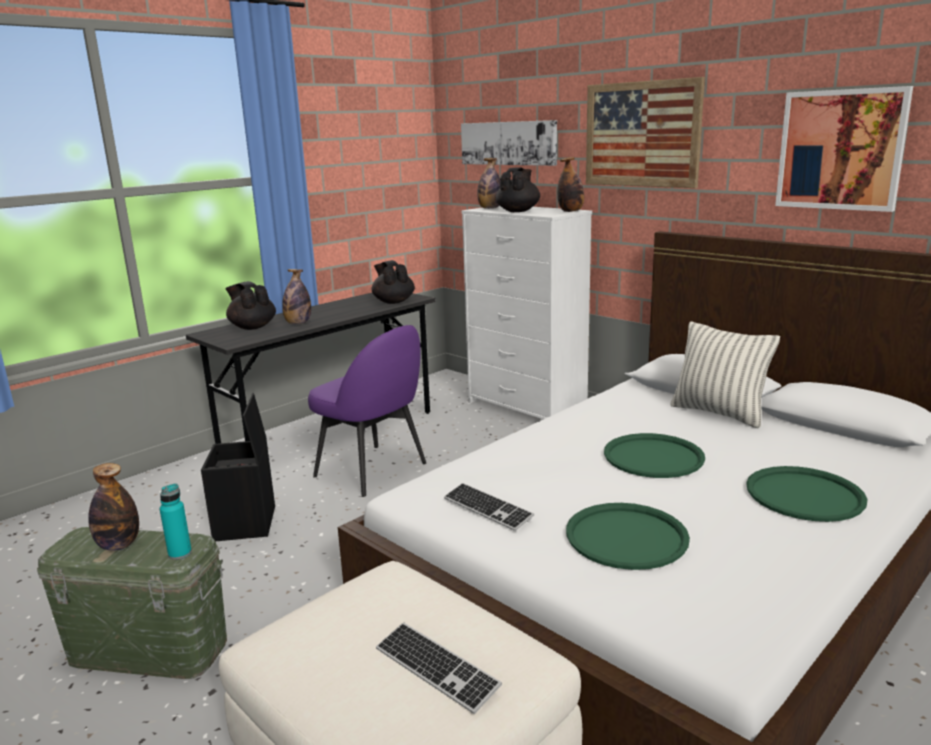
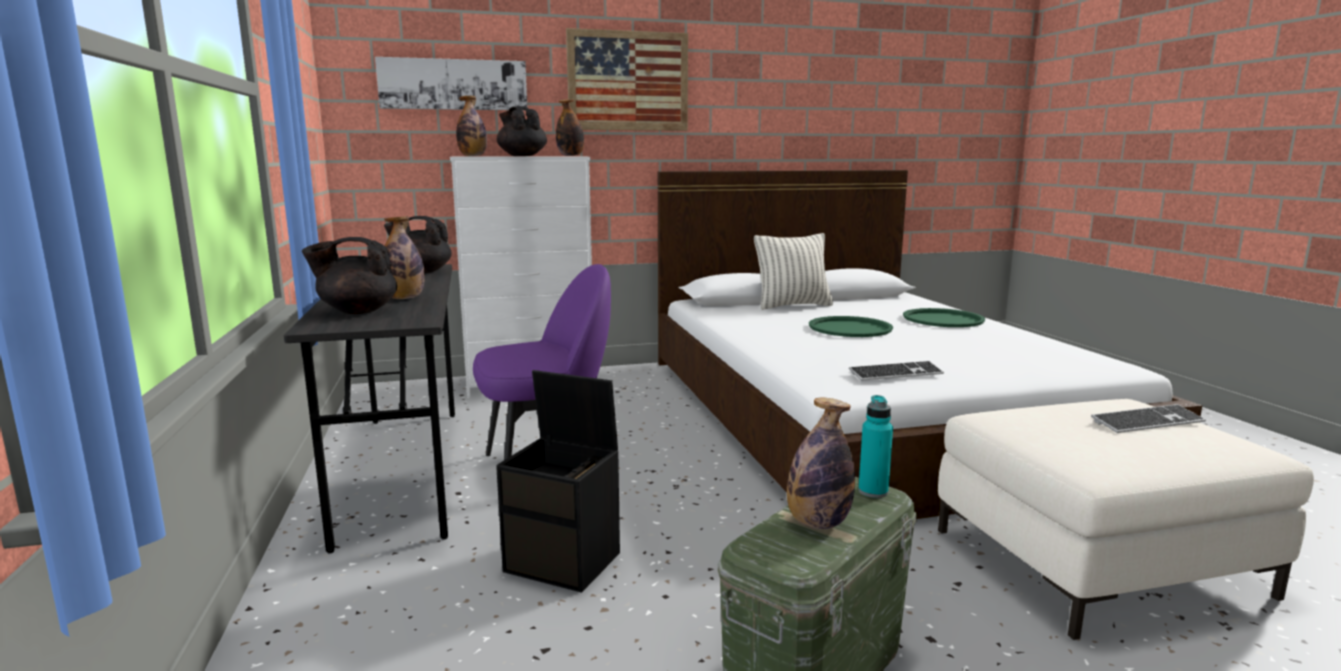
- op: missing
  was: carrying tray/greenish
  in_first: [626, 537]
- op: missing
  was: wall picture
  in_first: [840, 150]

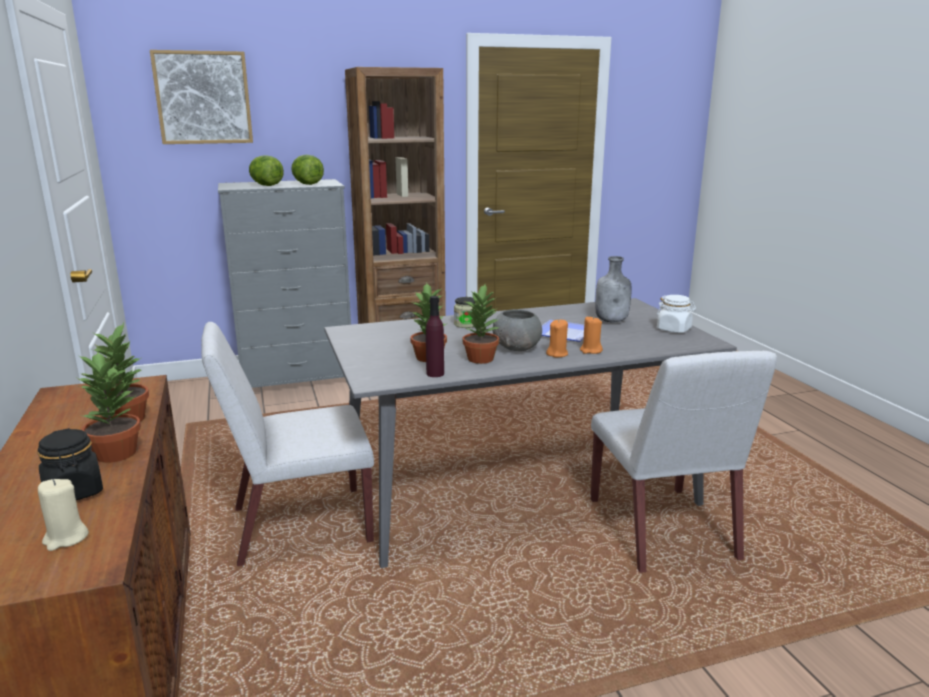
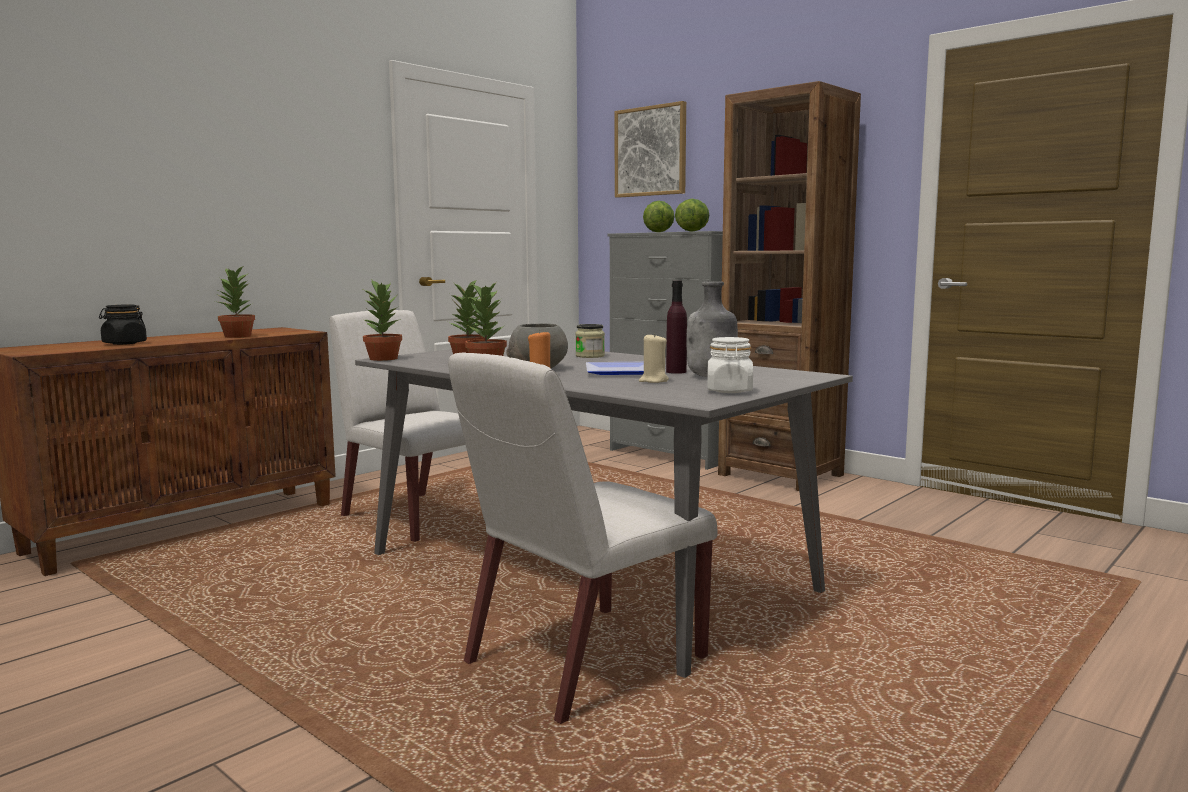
- op: relocated
  was: potted plant
  in_first: [115, 453]
  in_second: [383, 358]
- op: relocated
  was: candle/beige-coloured
  in_first: [65, 538]
  in_second: [653, 381]
- op: relocated
  was: drink bottle/purple-coloured
  in_first: [435, 374]
  in_second: [676, 372]
- op: missing
  was: candle/orange
  in_first: [590, 350]

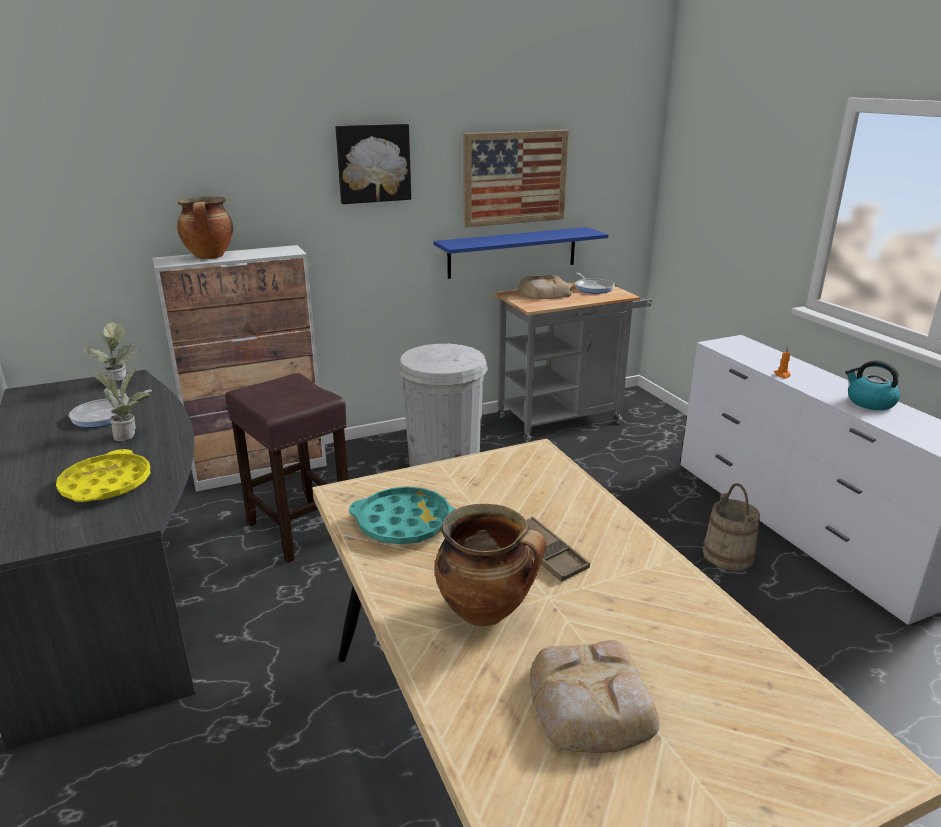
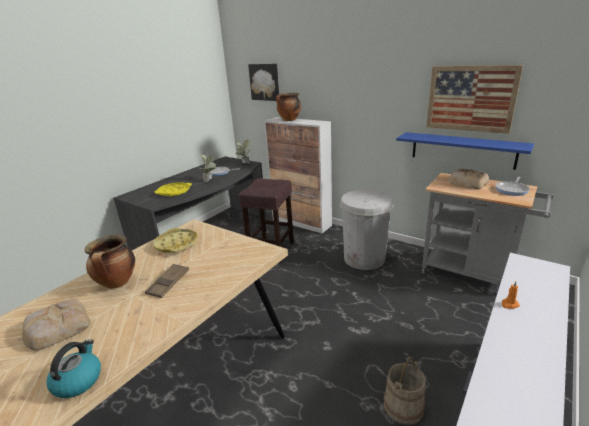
- op: relocated
  was: tea kettle
  in_first: [869, 402]
  in_second: [78, 380]
- op: colour
  was: carrying tray/blue-green
  now: carrying tray/yellow-coloured
  in_first: [404, 523]
  in_second: [177, 244]
- op: relocated
  was: wall picture
  in_first: [373, 163]
  in_second: [265, 82]

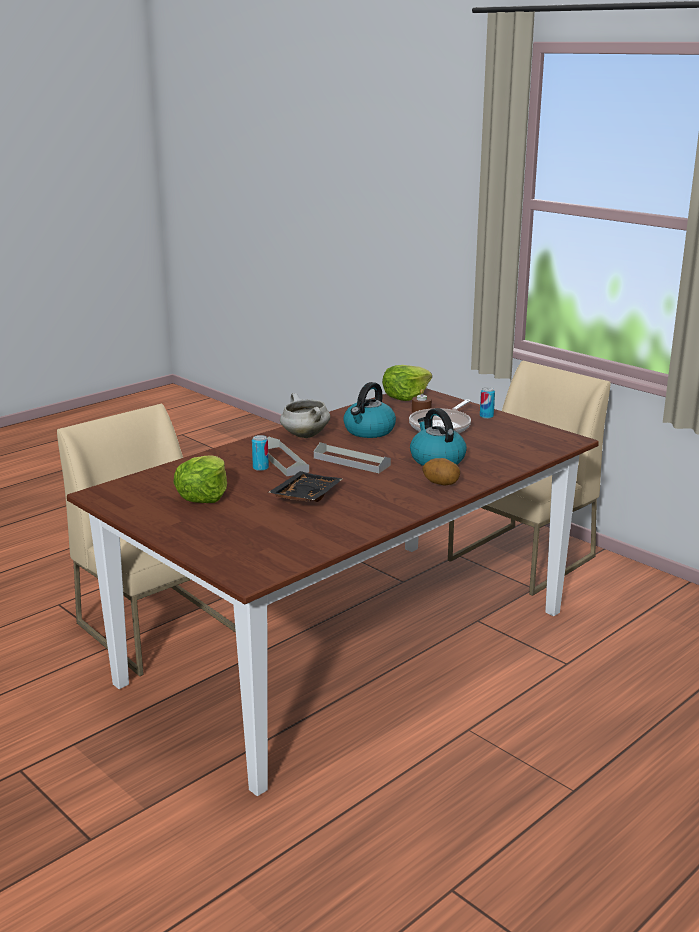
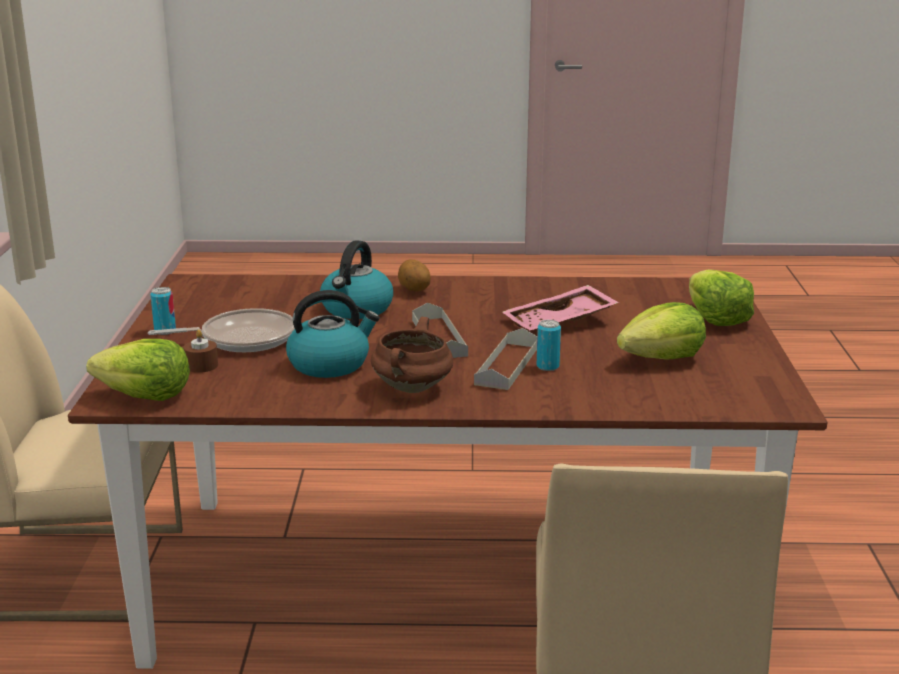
- op: colour
  was: cooking pot/whitish
  now: cooking pot/brown-coloured
  in_first: [304, 435]
  in_second: [412, 389]
- op: colour
  was: carrying tray/black-coloured
  now: carrying tray/pinkish
  in_first: [305, 496]
  in_second: [560, 322]
- op: appeared
  now: lettuce head
  in_second: [716, 319]

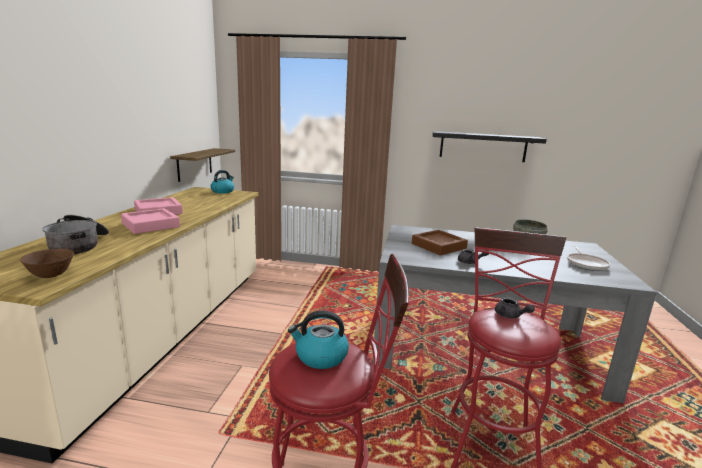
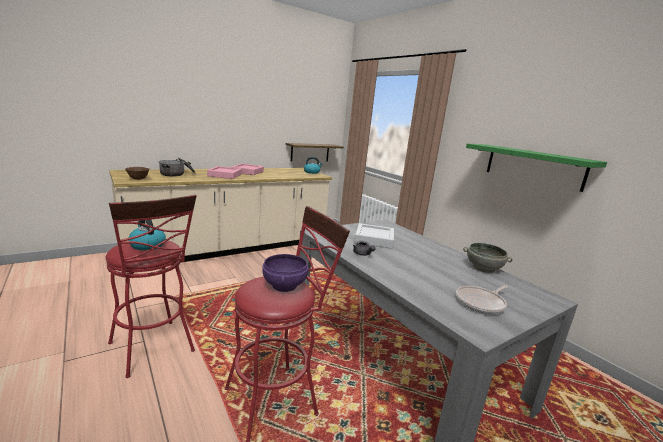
- op: exchanged
  was: pot for tea/gray
  now: serving bowl/purple-coloured
  in_first: [510, 316]
  in_second: [285, 285]
- op: colour
  was: carrying tray/brown-coloured
  now: carrying tray/gray
  in_first: [438, 246]
  in_second: [374, 239]
- op: colour
  was: shelf/black-coloured
  now: shelf/greenish
  in_first: [483, 146]
  in_second: [533, 166]

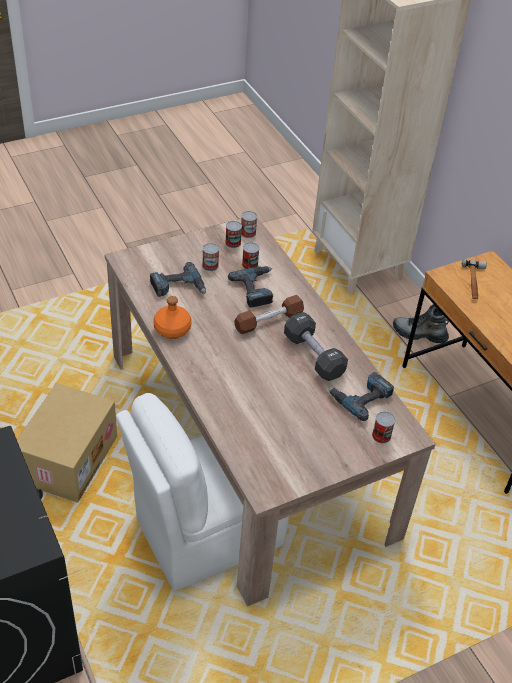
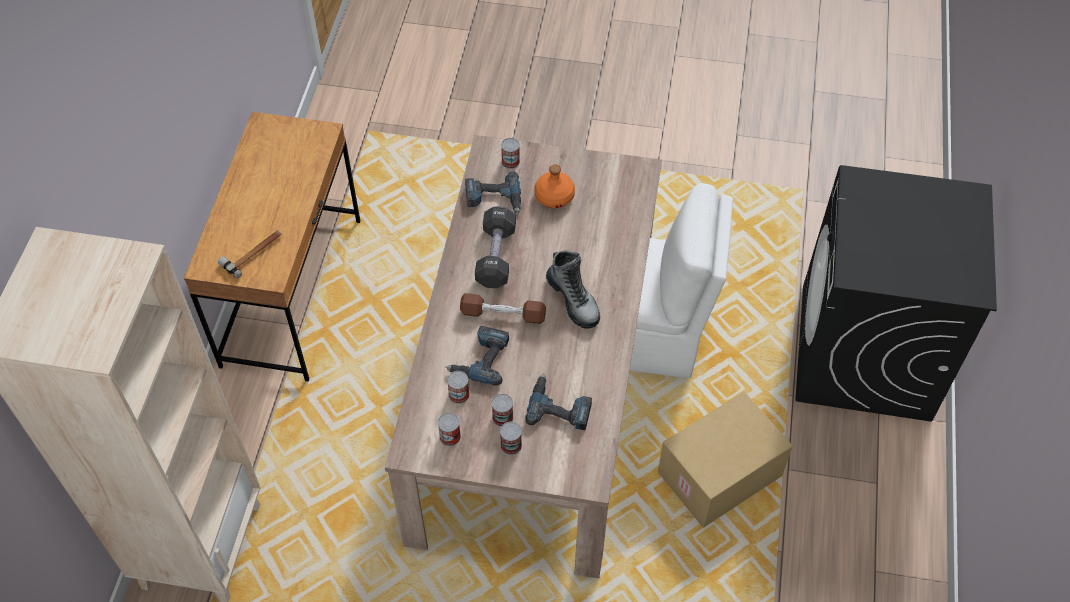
- op: relocated
  was: sealed can
  in_first: [248, 233]
  in_second: [511, 445]
- op: relocated
  was: drink bottle/orange
  in_first: [172, 329]
  in_second: [555, 196]
- op: relocated
  was: tall boot
  in_first: [419, 334]
  in_second: [573, 300]

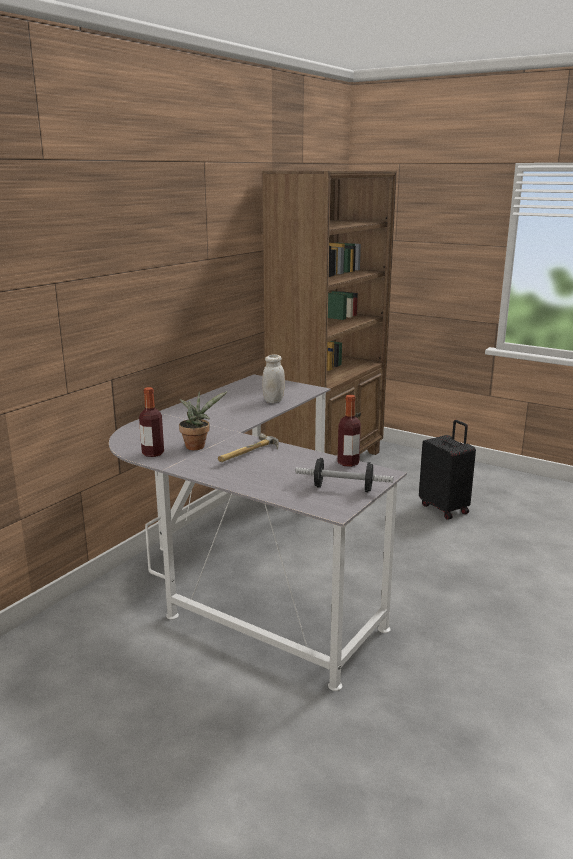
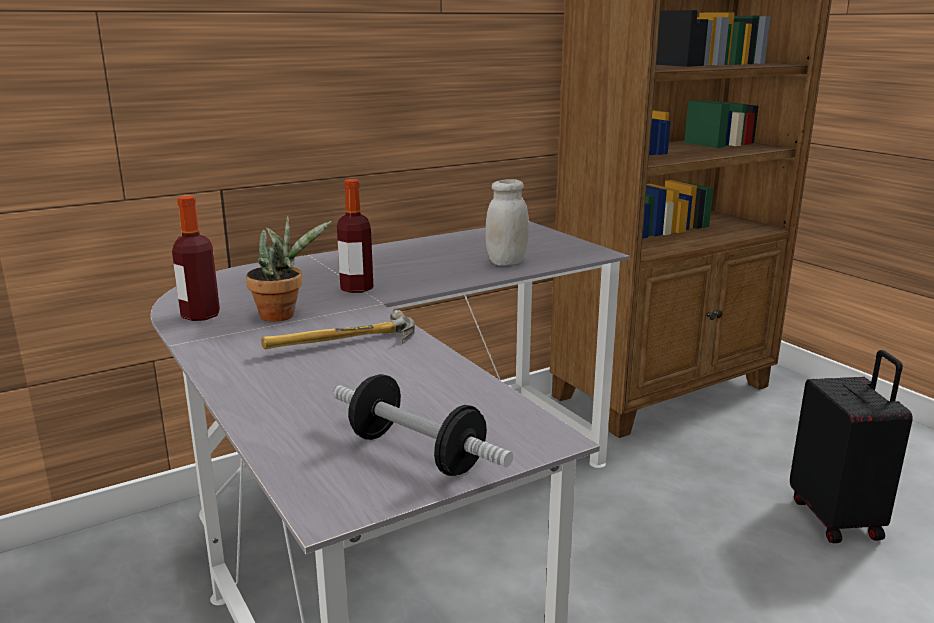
- op: relocated
  was: drink bottle
  in_first: [348, 463]
  in_second: [356, 288]

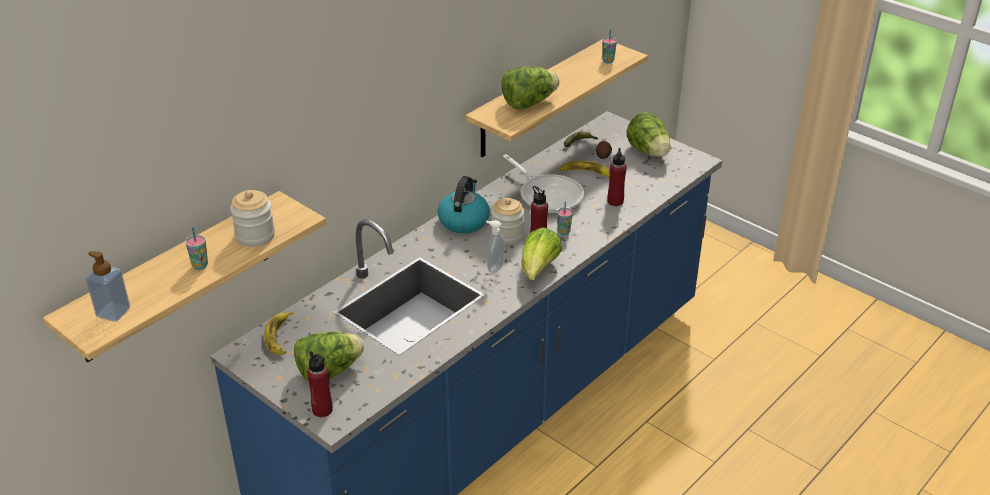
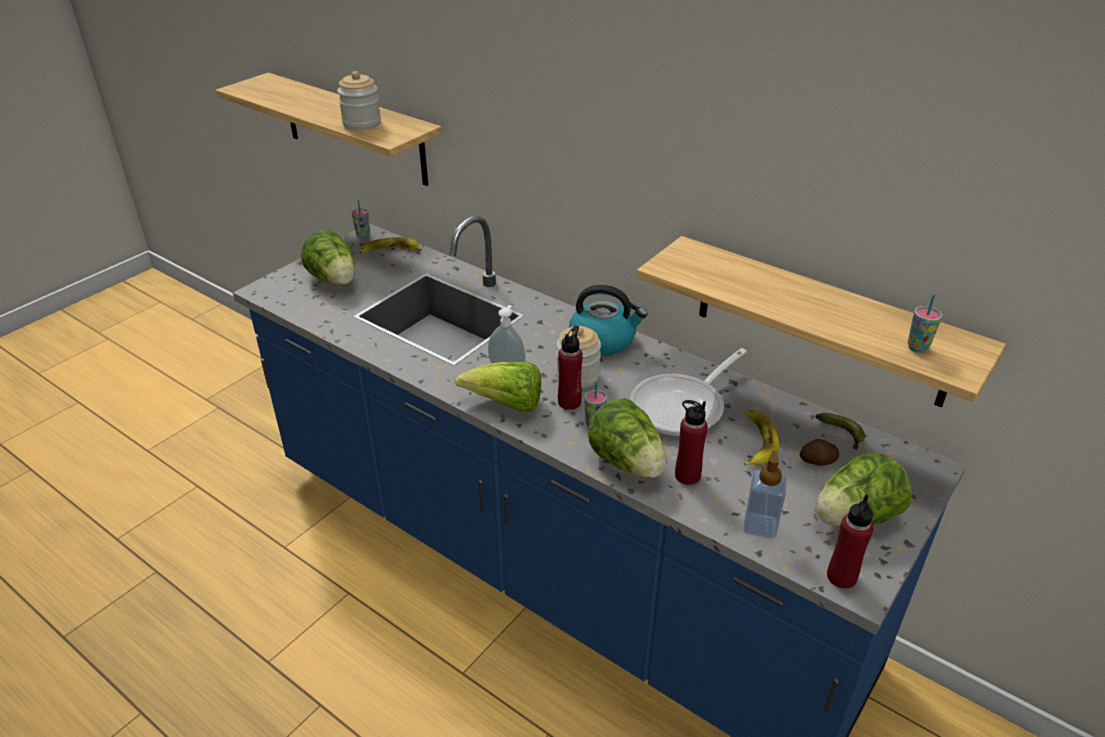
- op: relocated
  was: cup
  in_first: [200, 266]
  in_second: [363, 235]
- op: relocated
  was: lettuce head
  in_first: [529, 103]
  in_second: [627, 462]
- op: relocated
  was: liquid soap bottle
  in_first: [113, 312]
  in_second: [760, 526]
- op: relocated
  was: drink bottle/red-coloured
  in_first: [322, 410]
  in_second: [841, 577]

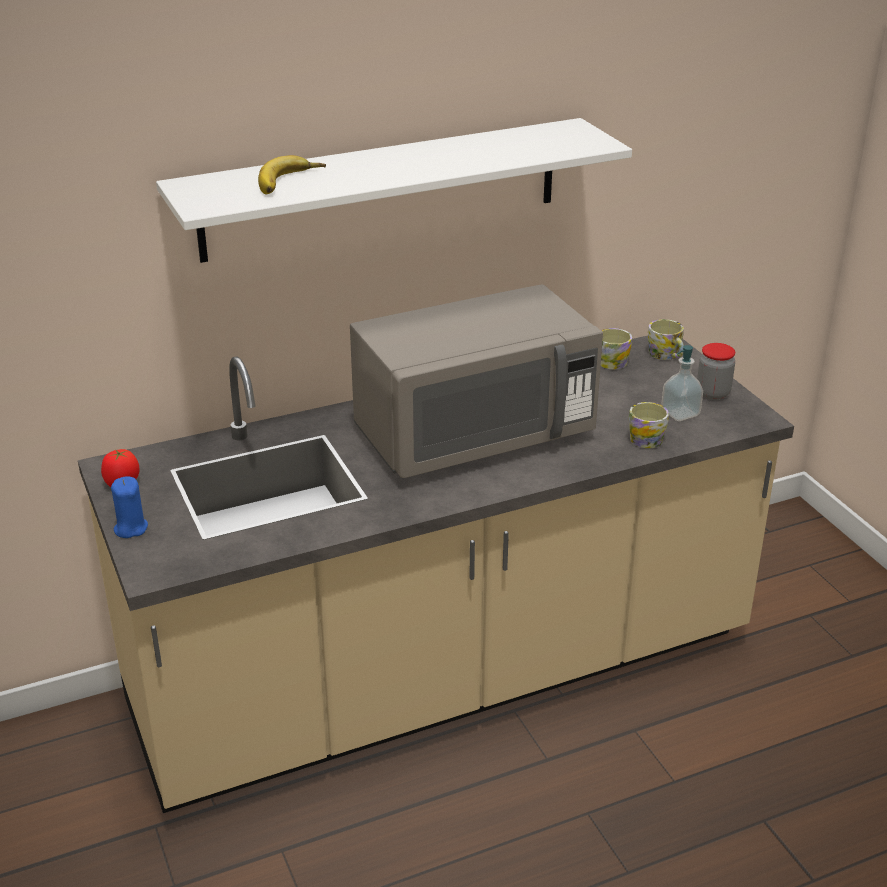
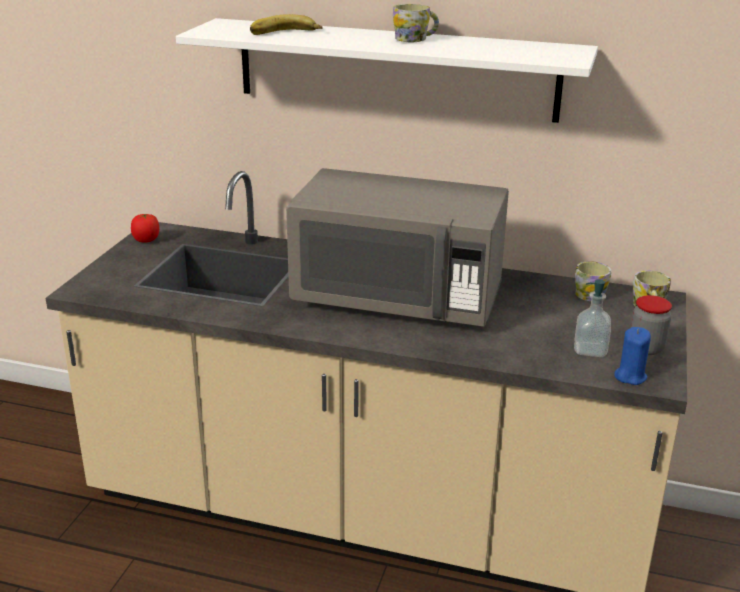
- op: relocated
  was: mug
  in_first: [649, 438]
  in_second: [415, 39]
- op: relocated
  was: candle/blue-coloured
  in_first: [130, 528]
  in_second: [630, 376]

